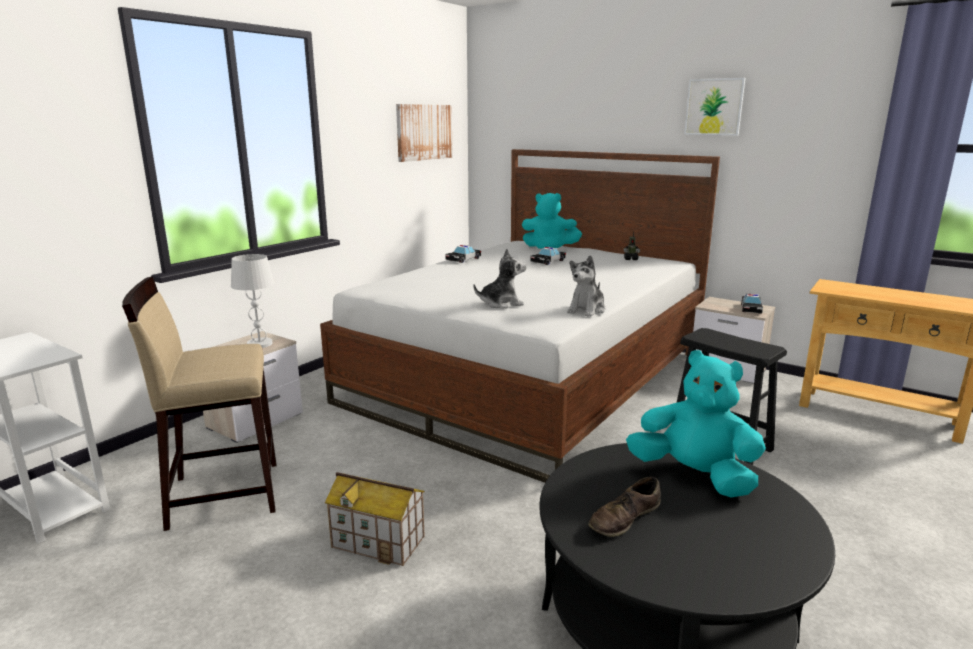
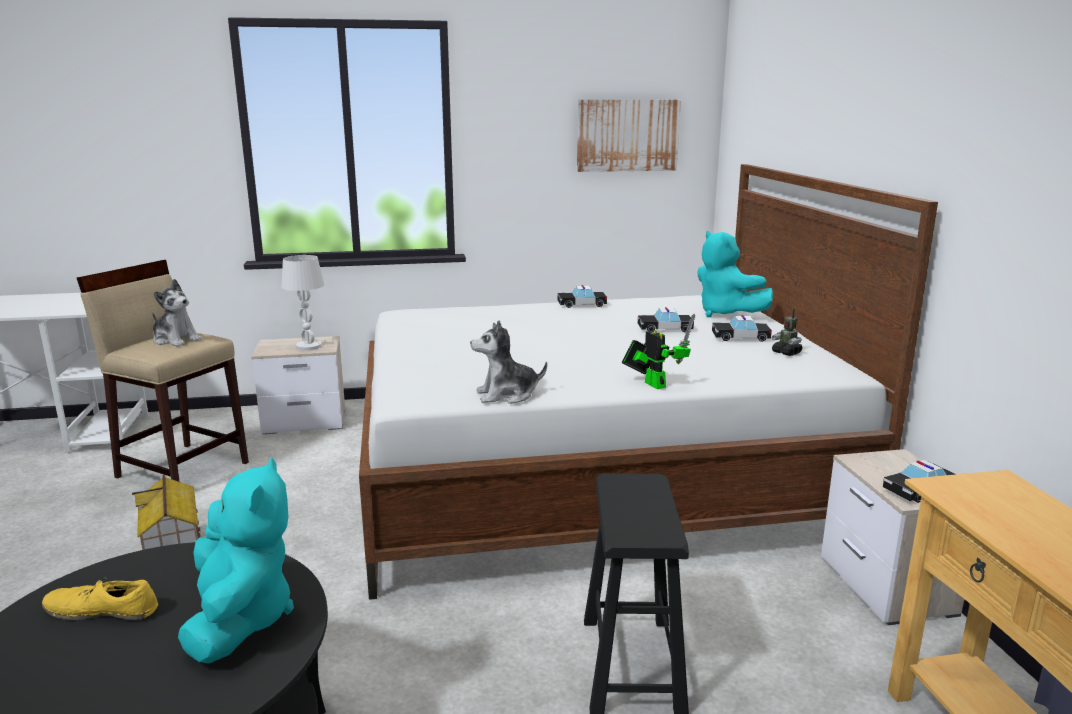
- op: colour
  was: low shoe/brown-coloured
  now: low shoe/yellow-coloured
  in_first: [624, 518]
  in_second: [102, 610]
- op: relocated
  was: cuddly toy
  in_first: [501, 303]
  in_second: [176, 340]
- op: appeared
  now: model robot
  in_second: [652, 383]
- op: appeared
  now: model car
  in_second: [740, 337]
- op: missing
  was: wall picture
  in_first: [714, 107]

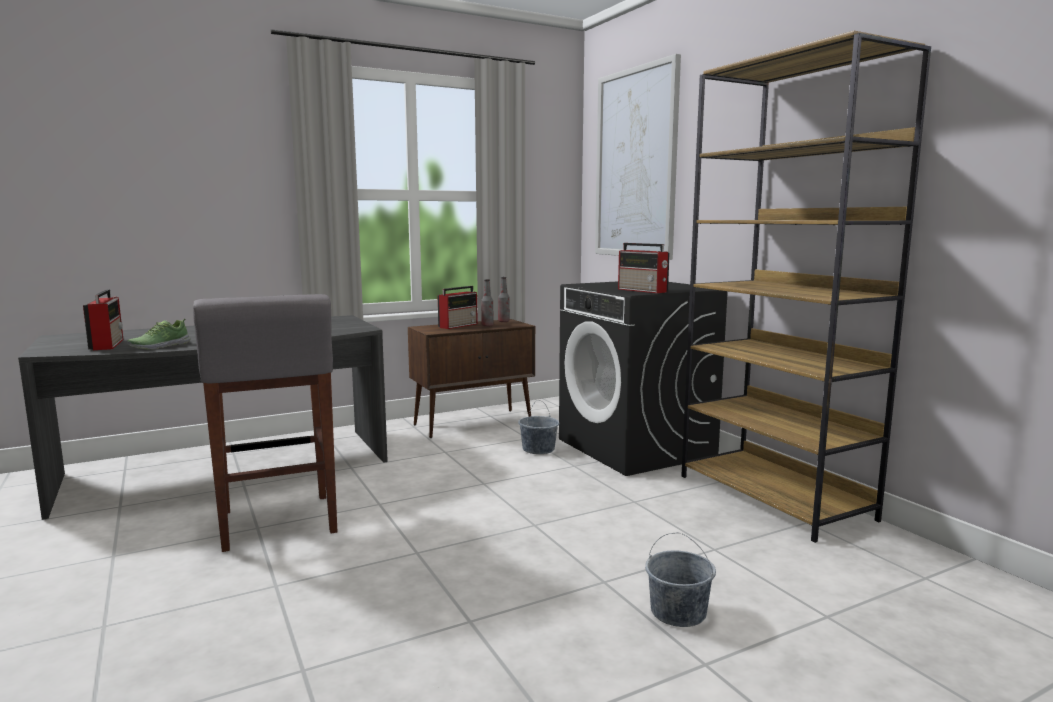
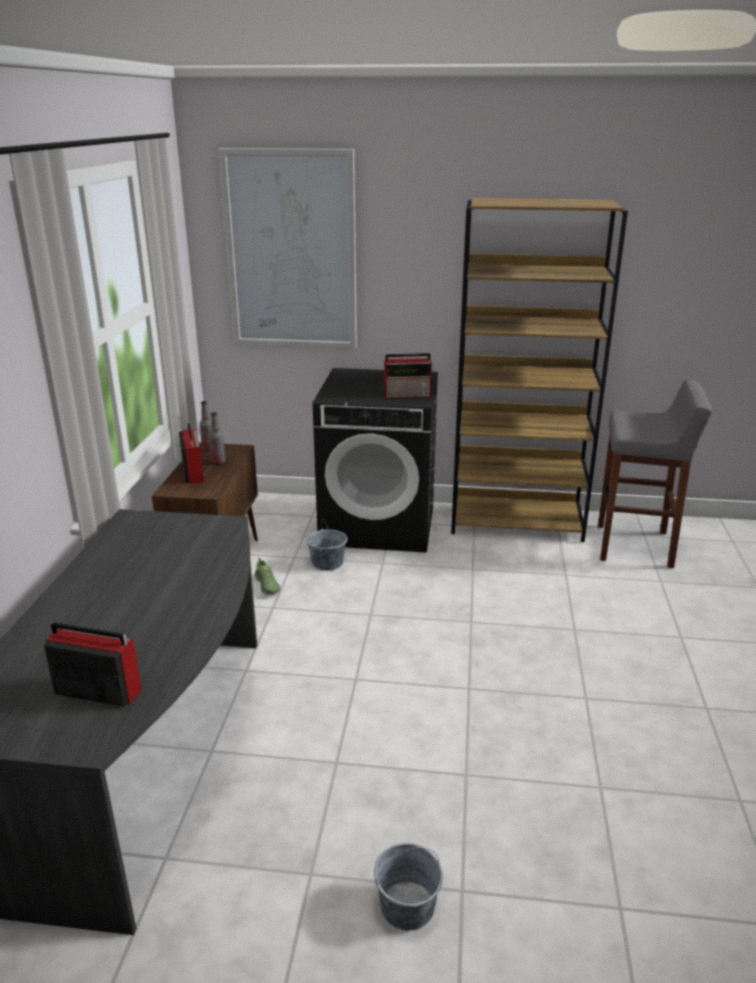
- op: relocated
  was: low shoe
  in_first: [159, 346]
  in_second: [267, 585]
- op: relocated
  was: bucket/gray
  in_first: [678, 612]
  in_second: [408, 906]
- op: relocated
  was: stool/gray
  in_first: [278, 523]
  in_second: [635, 546]

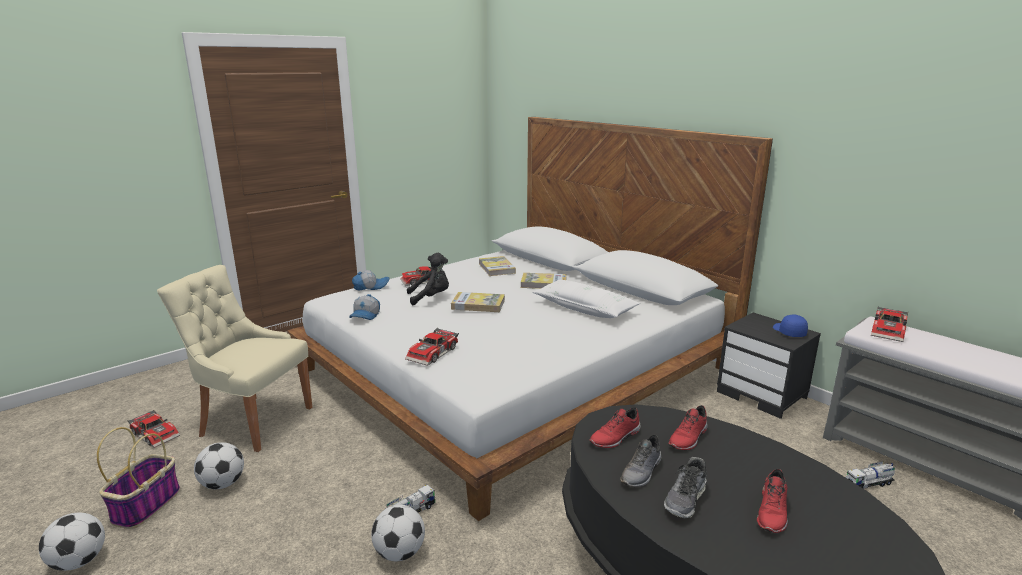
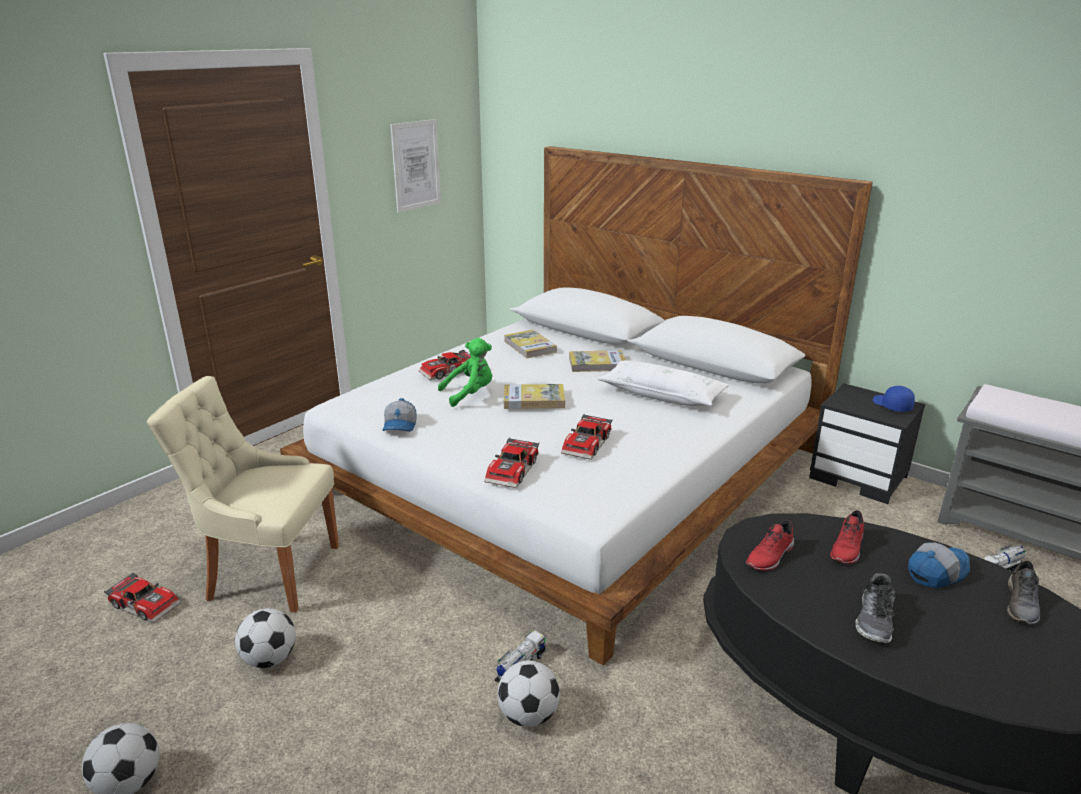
- op: appeared
  now: wall picture
  in_second: [416, 165]
- op: colour
  was: cuddly toy/black-coloured
  now: cuddly toy/greenish
  in_first: [431, 298]
  in_second: [470, 394]
- op: relocated
  was: model car
  in_first: [890, 331]
  in_second: [588, 444]
- op: relocated
  was: peaked cap
  in_first: [371, 286]
  in_second: [935, 572]
- op: relocated
  was: low shoe/gray
  in_first: [642, 472]
  in_second: [1022, 605]
- op: missing
  was: household basket
  in_first: [146, 505]
- op: missing
  was: low shoe/red-coloured
  in_first: [773, 512]

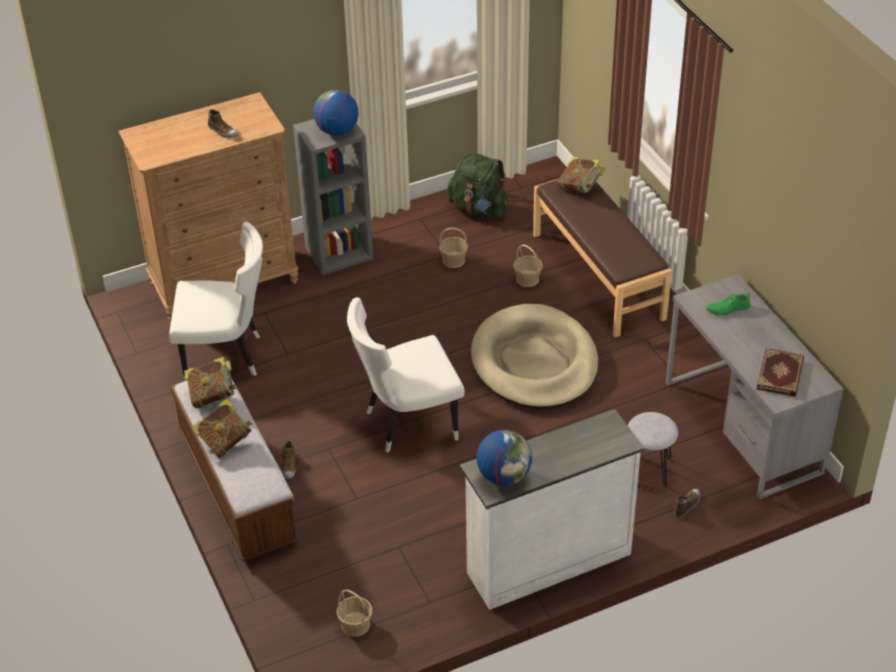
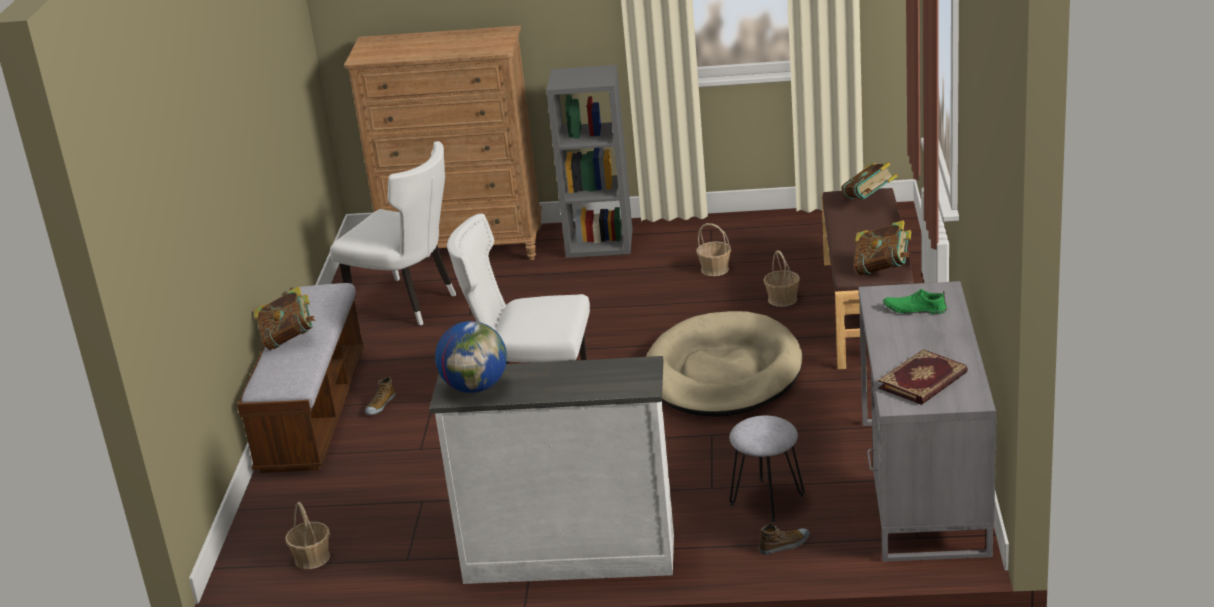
- op: relocated
  was: bound book
  in_first: [213, 396]
  in_second: [882, 269]
- op: missing
  was: low shoe
  in_first: [222, 131]
- op: missing
  was: world globe
  in_first: [337, 131]
- op: missing
  was: rucksack/greenish
  in_first: [478, 210]

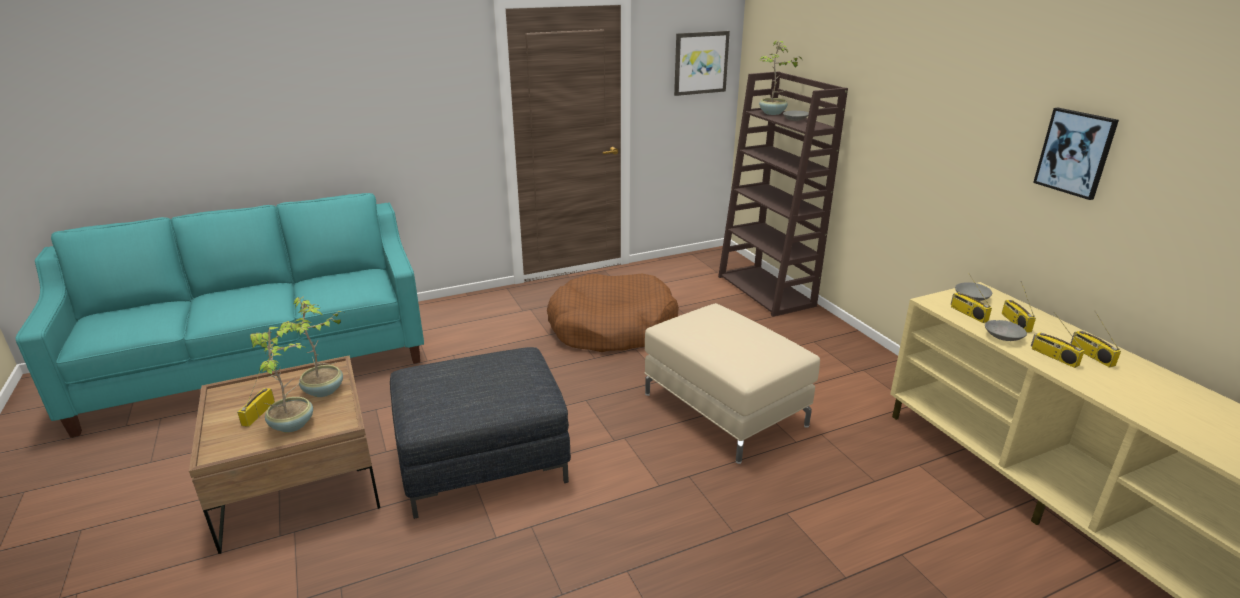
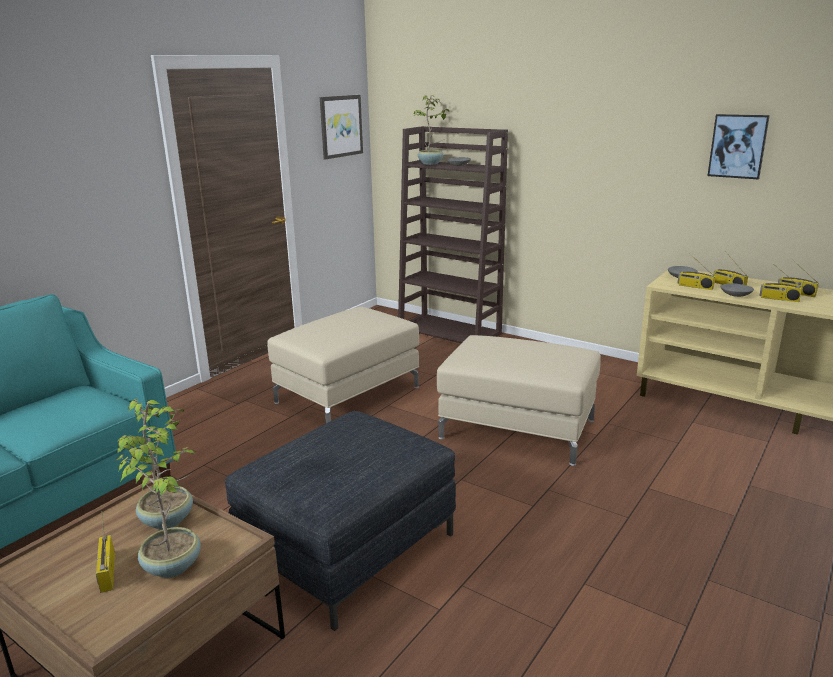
- op: exchanged
  was: pet bed/brown-coloured
  now: ottoman/beige-coloured
  in_first: [612, 328]
  in_second: [347, 394]

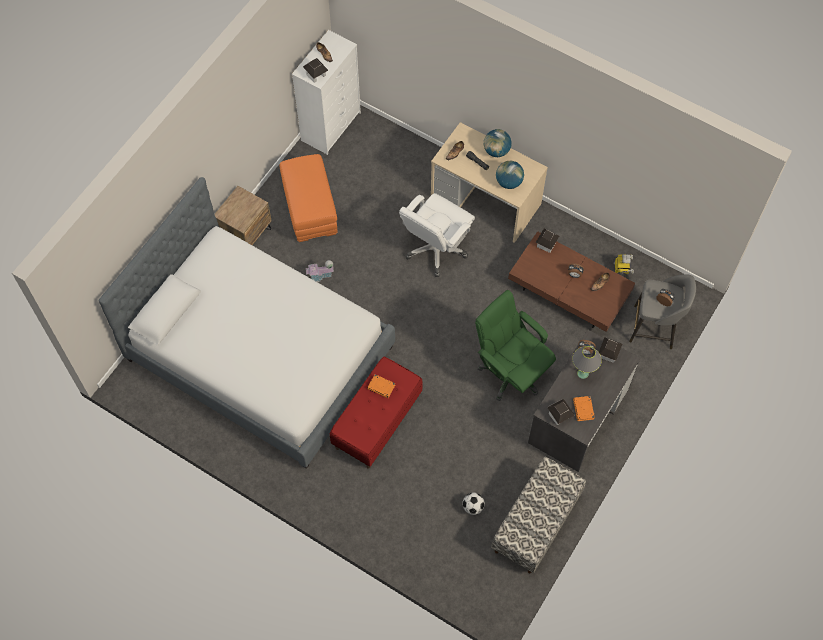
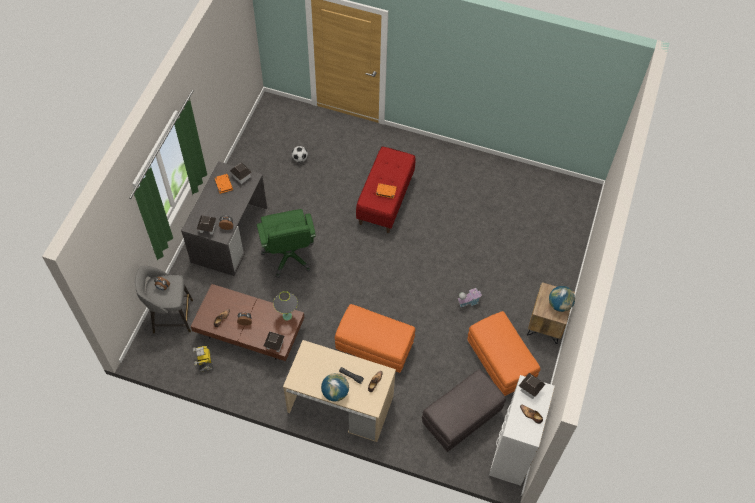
- op: spun
  was: desk chair/greenish
  in_first: [510, 372]
  in_second: [289, 256]
  clockwise: 45
- op: relocated
  was: tabletop lamp/gray
  in_first: [582, 373]
  in_second: [287, 316]
- op: exchanged
  was: desk chair/whitish
  now: ottoman/orange
  in_first: [436, 249]
  in_second: [375, 346]
- op: appeared
  now: ottoman/gray
  in_second: [461, 418]
- op: relocated
  was: world globe
  in_first: [508, 182]
  in_second: [559, 304]
- op: missing
  was: bedroom bed
  in_first: [260, 353]
- op: missing
  was: long seat
  in_first: [536, 524]

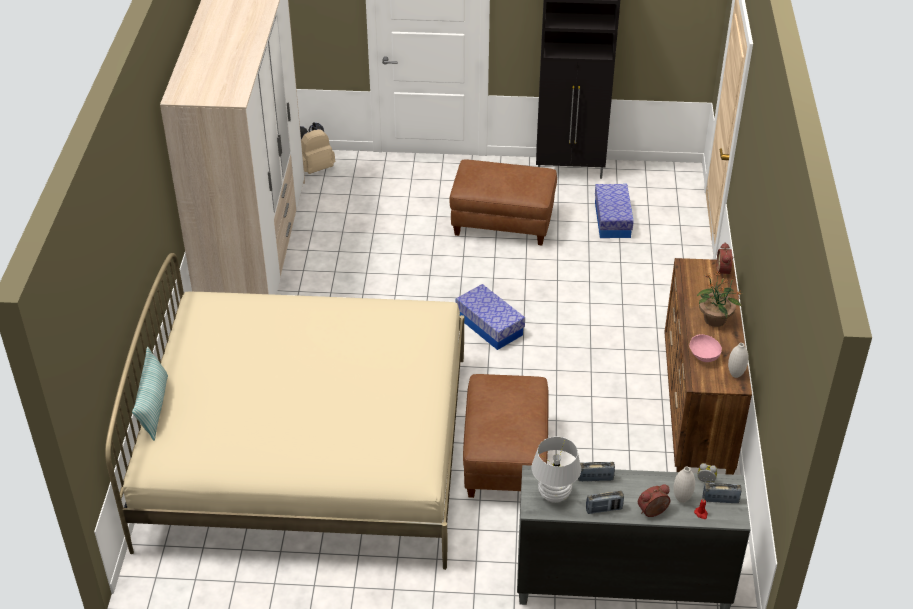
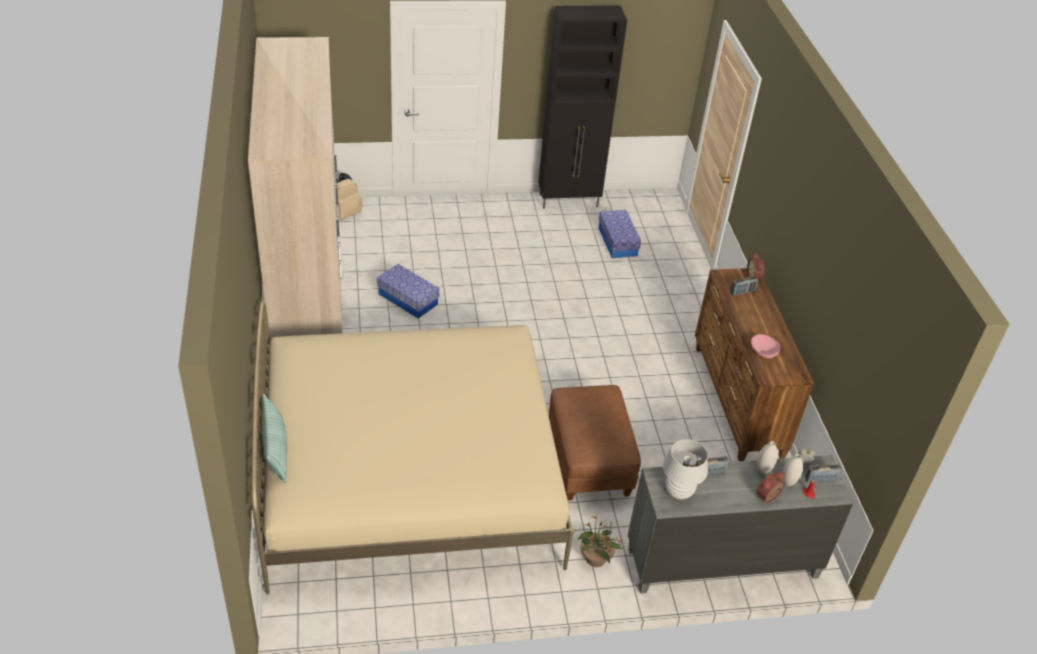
- op: relocated
  was: storage bin
  in_first: [489, 326]
  in_second: [408, 299]
- op: relocated
  was: potted plant
  in_first: [714, 320]
  in_second: [595, 559]
- op: relocated
  was: radio receiver
  in_first: [604, 509]
  in_second: [742, 292]
- op: relocated
  was: flower vase/whitish
  in_first: [735, 374]
  in_second: [763, 470]
- op: missing
  was: ottoman/brown-coloured
  in_first: [502, 223]

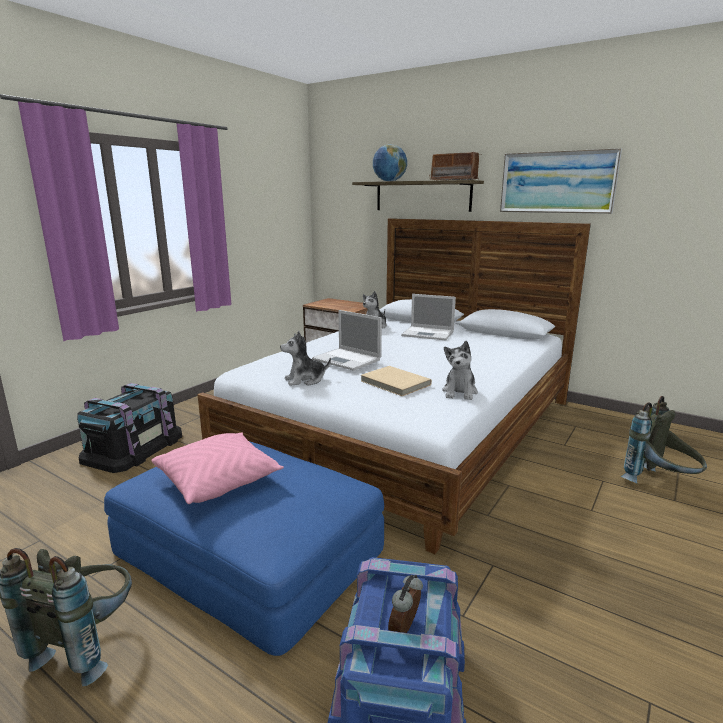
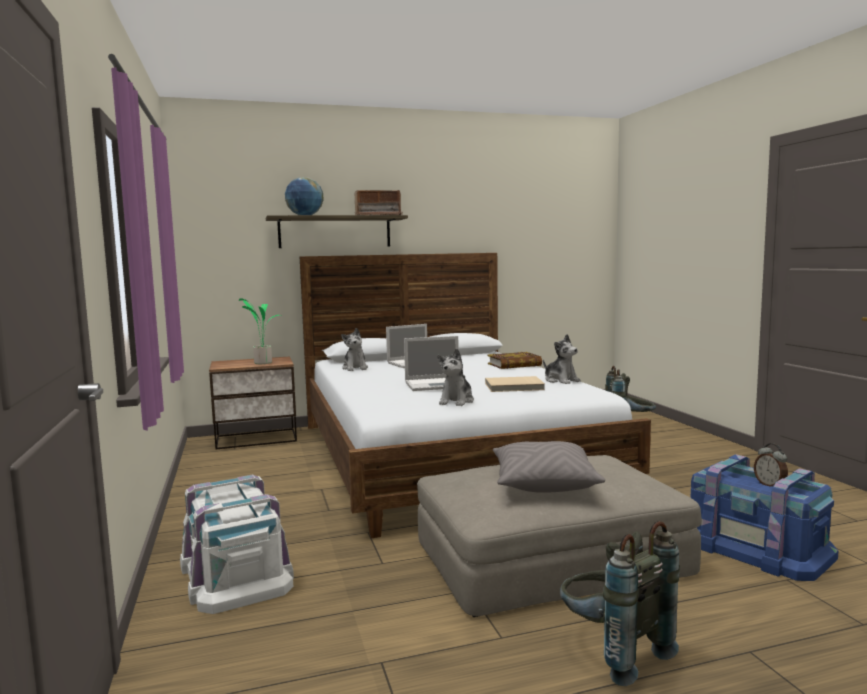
- op: colour
  was: storage bin/black-coloured
  now: storage bin/whitish
  in_first: [133, 447]
  in_second: [235, 573]
- op: appeared
  now: potted plant
  in_second: [262, 363]
- op: colour
  was: ottoman/blue-coloured
  now: ottoman/beige-coloured
  in_first: [249, 549]
  in_second: [549, 556]
- op: appeared
  now: bound book
  in_second: [514, 365]
- op: colour
  was: cushion/pinkish
  now: cushion/gray
  in_first: [218, 480]
  in_second: [543, 483]
- op: missing
  was: wall picture
  in_first: [557, 182]

